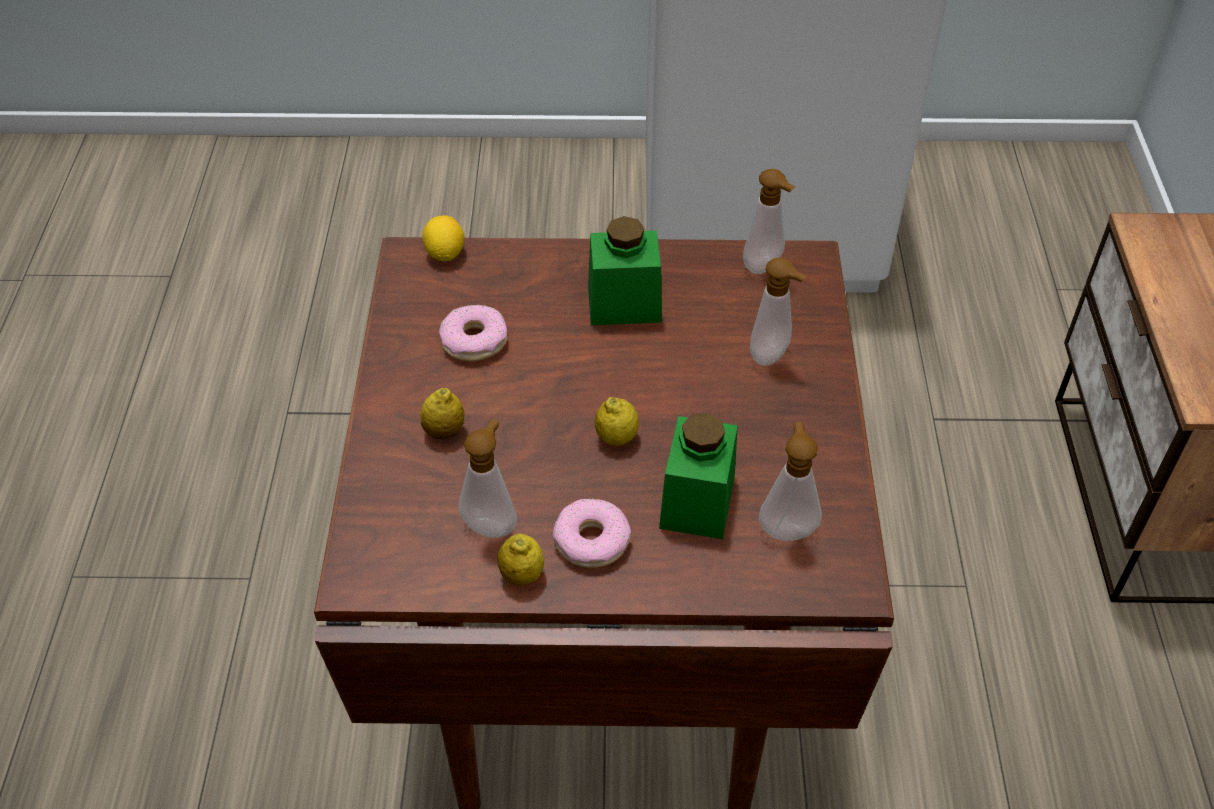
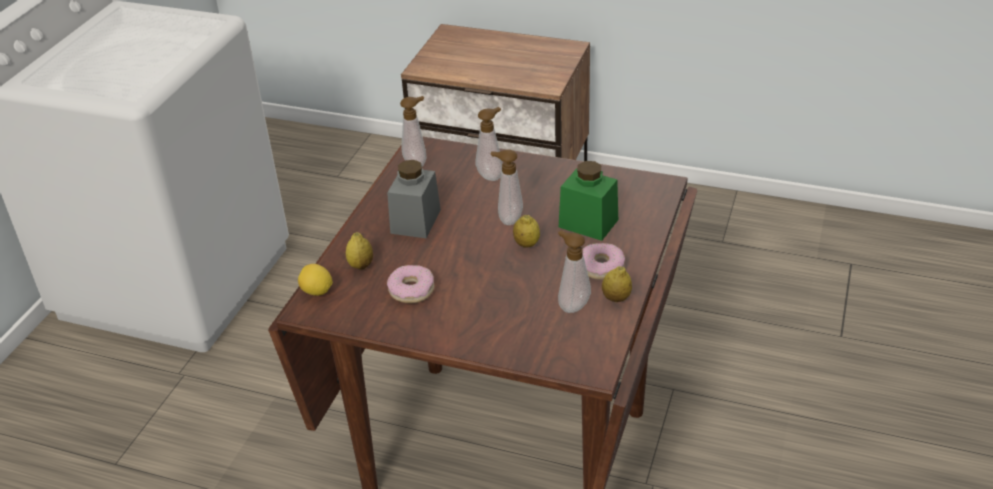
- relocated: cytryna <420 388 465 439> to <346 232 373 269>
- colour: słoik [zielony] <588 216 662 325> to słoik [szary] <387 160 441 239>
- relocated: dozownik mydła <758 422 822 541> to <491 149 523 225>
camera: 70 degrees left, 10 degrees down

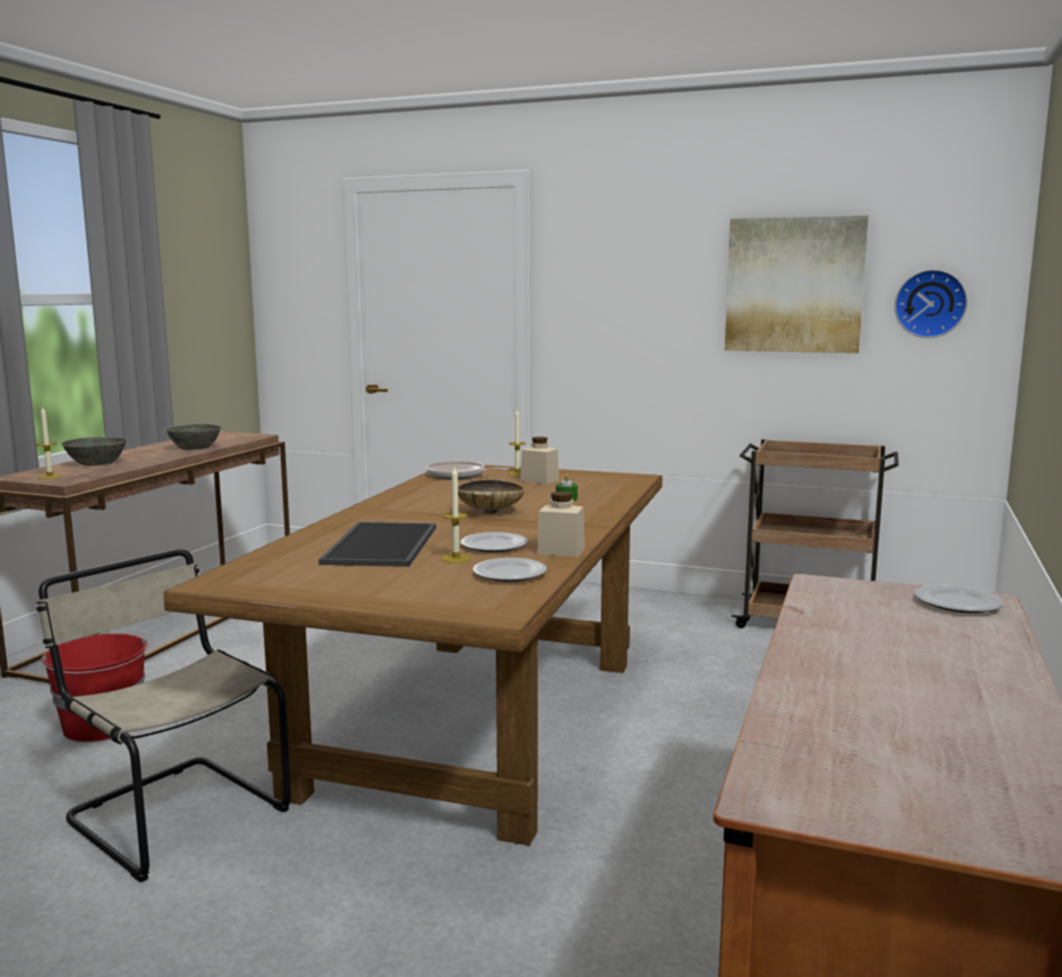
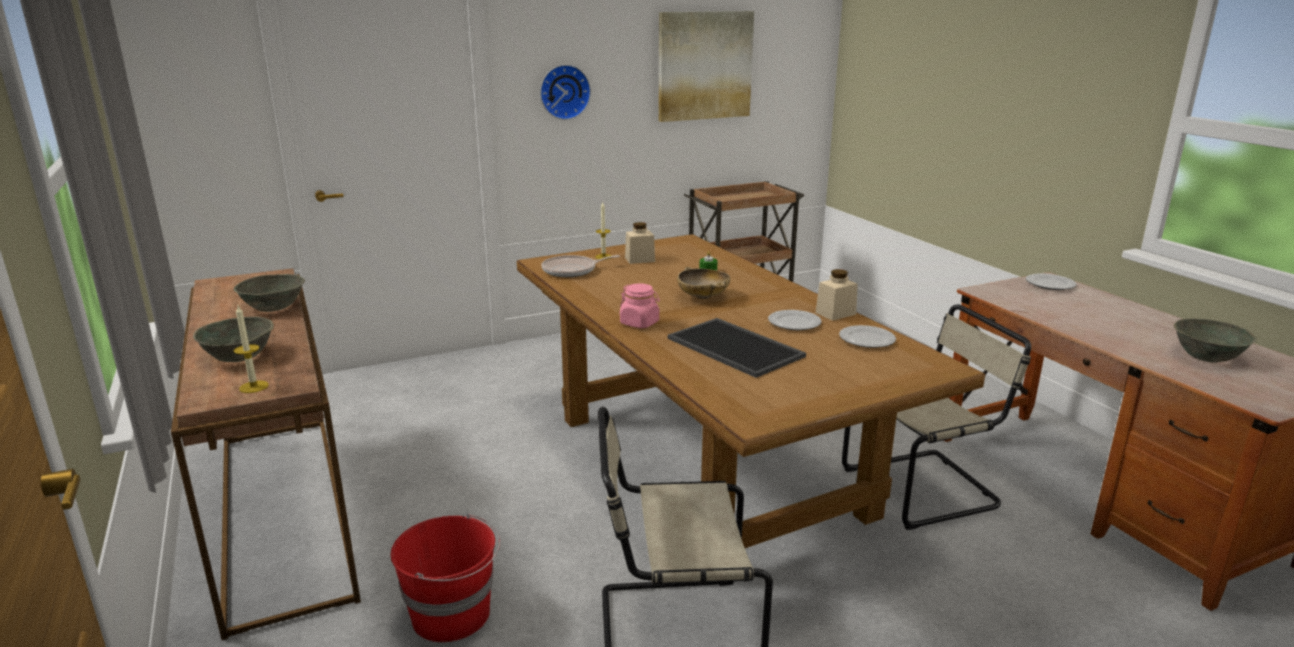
- relocated: zegar ścienny <894 269 968 338> to <540 64 591 120>
- appeared: słoik [różowy] <620 283 660 328>
- appeared: krzesło [beżowy] <842 305 1031 530>
- appeared: miska [szary] <1174 319 1257 363>
- missing: świeca <442 466 471 563>
camera: 45 degrees left, 10 degrees up

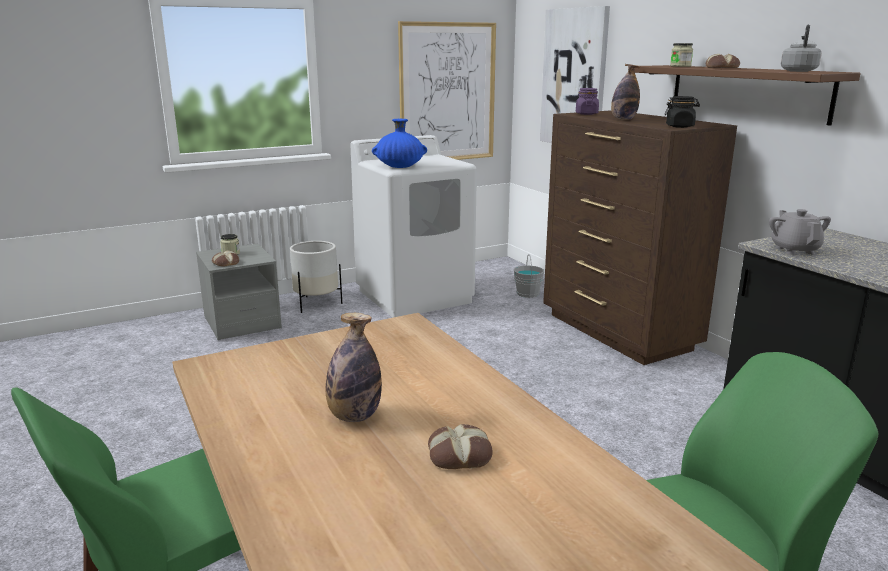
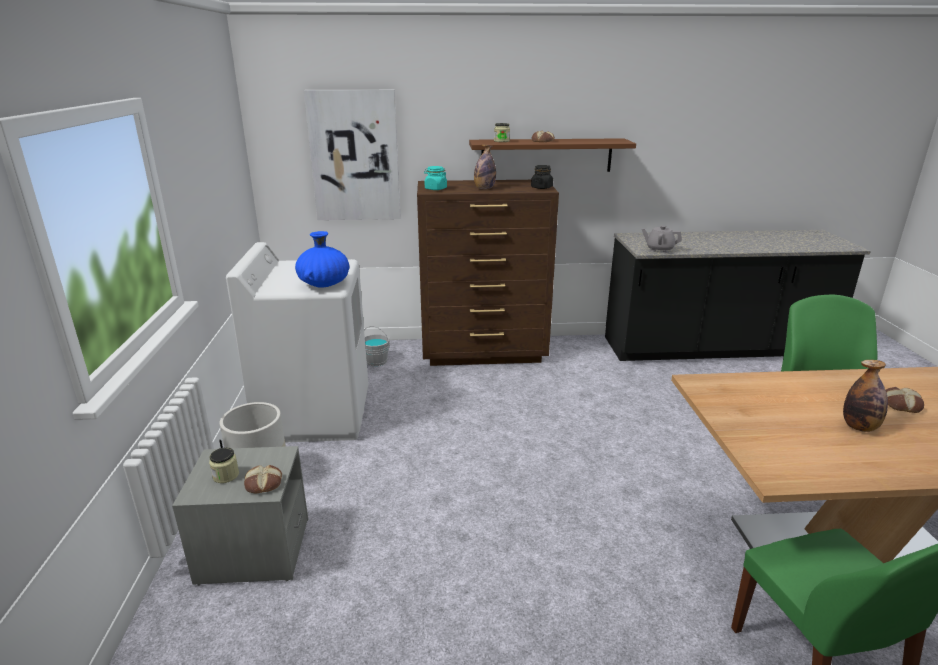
- colour: słoik [fioletowy] <576 88 599 115> to słoik [turkusowy] <424 166 447 190>
- missing: obraz <398 21 496 160>
- missing: czajnik [szary] <781 25 822 72>
camera: 65 degrees left, 5 degrees up

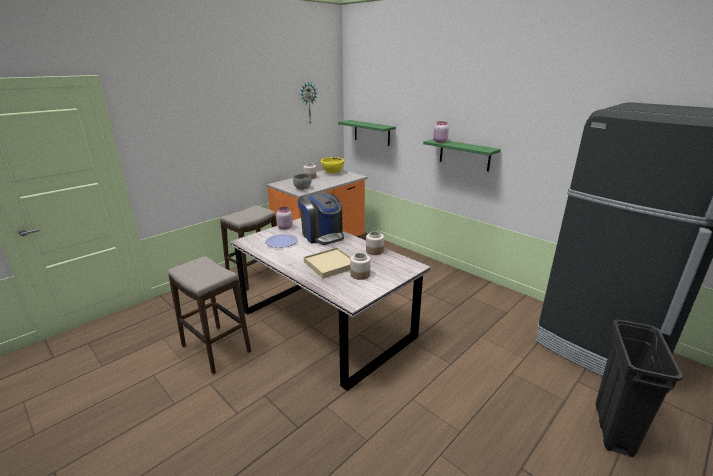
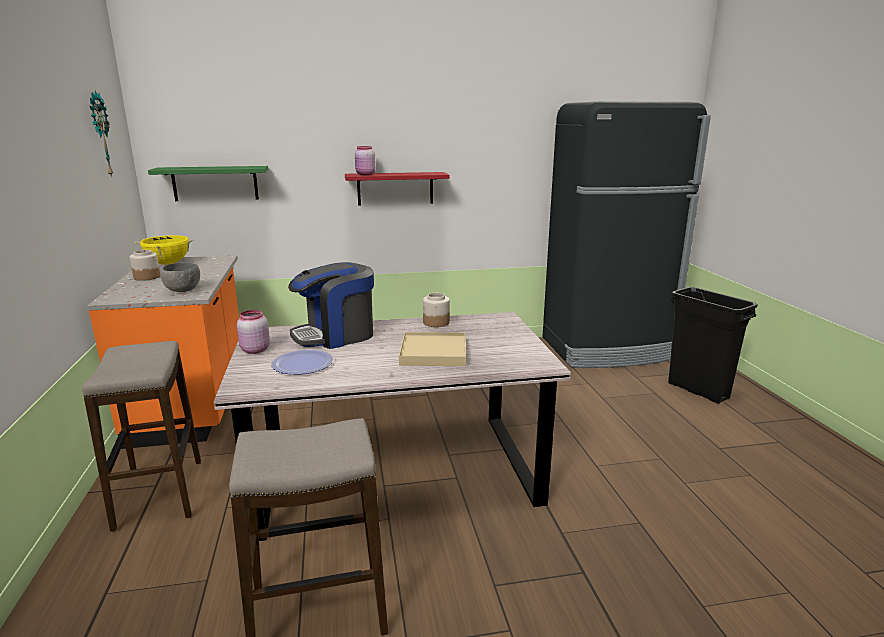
- spun: ekspres do kawy <297 193 344 245> = <288 262 374 349> 150 degrees clockwise
- colour: półka [zielony] <423 139 501 172> to półka [czerwony] <345 172 450 206>
- missing: słoik <350 253 371 280>
camera: 55 degrees left, 5 degrees down

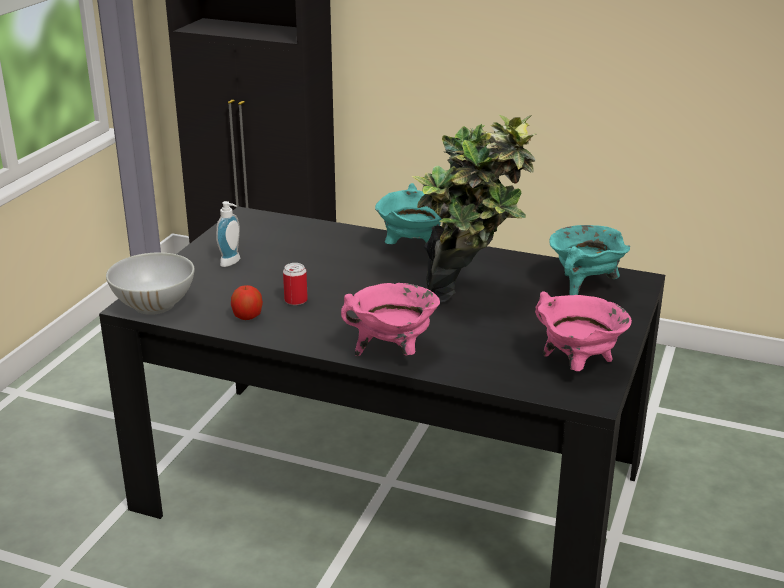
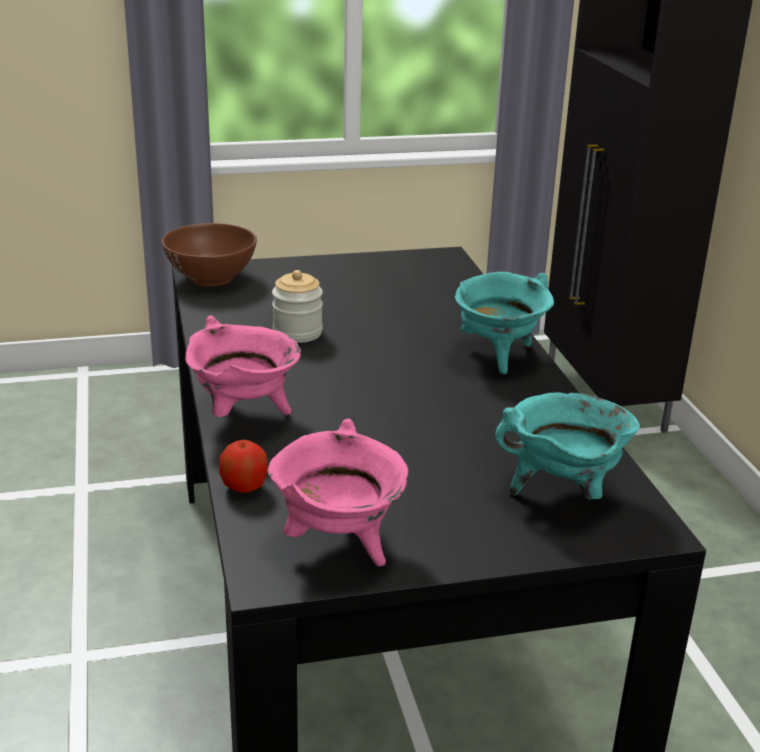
- colour: miska [biały] <106 252 195 315> to miska [brązowy] <161 223 257 287>
- relocated: jabłko <231 285 263 320> to <219 440 268 493>
- exchanged: puszka <283 263 308 305> to słoik <272 270 323 343>
- missing: dozownik mydła <216 201 240 267>
- missing: roślina doniczkowa <412 114 536 303>
camera: 55 degrees right, 0 degrees up

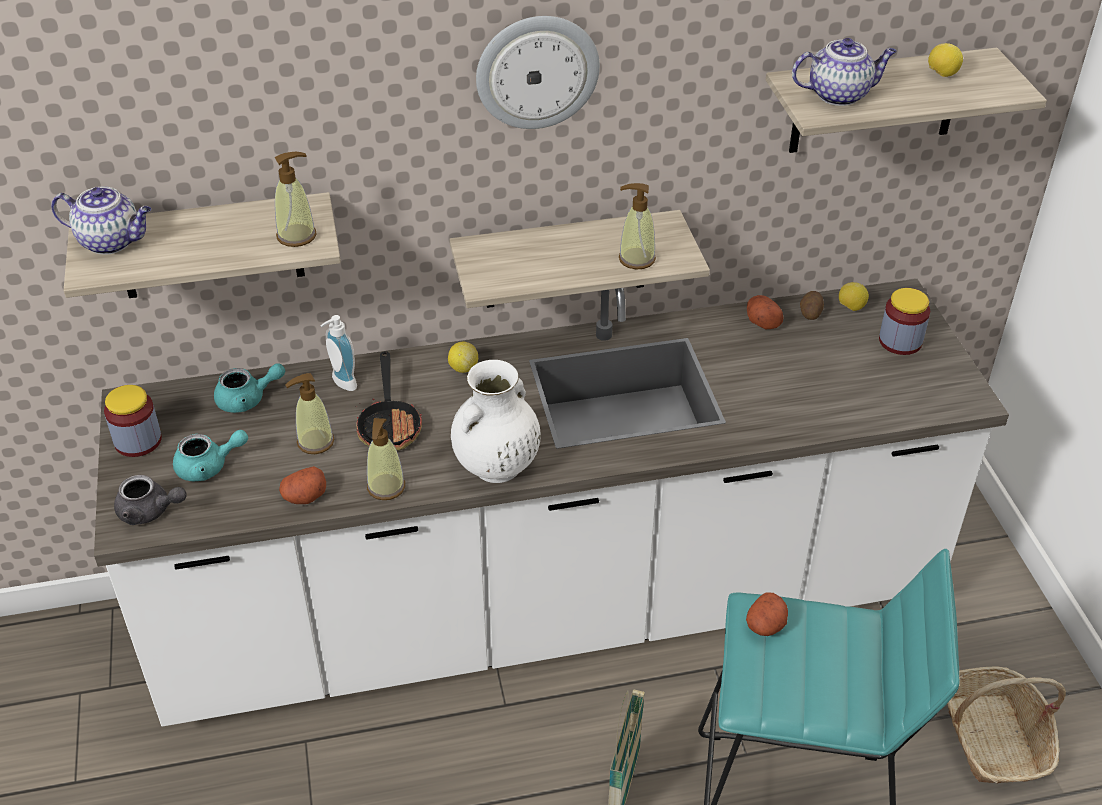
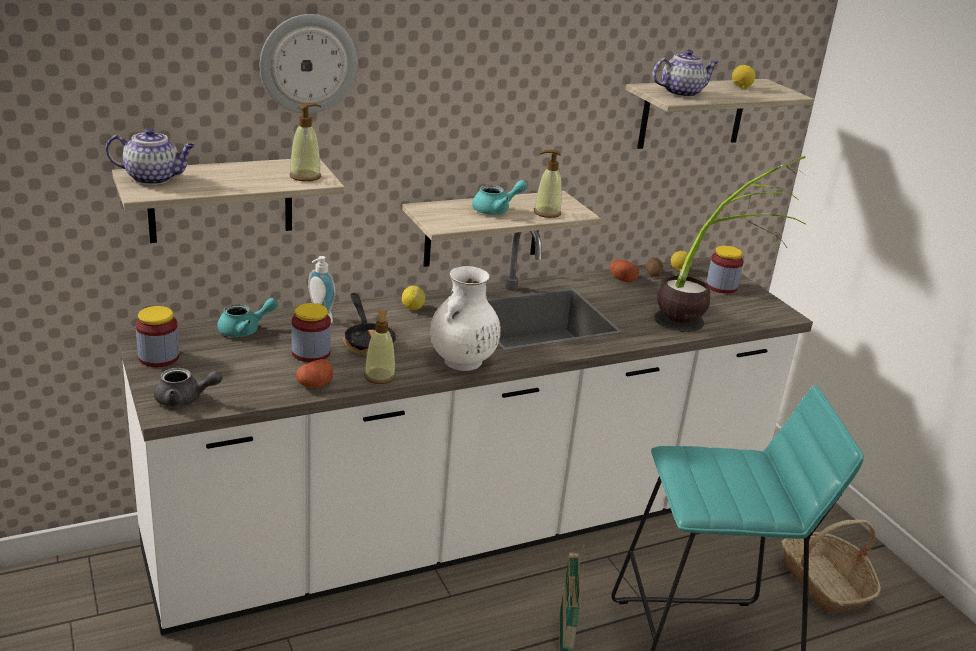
- relocated: zegar ścienny <476 16 600 129> to <260 14 357 113>
- exchanged: dozownik mydła <285 373 334 454> to słoik <292 303 331 362>
- relocated: imbryk [turkusowy] <173 430 248 481> to <472 180 527 215>
- appeared: roślina doniczkowa <654 156 806 332>
- missing: ziemniak <746 592 788 636>
camera: 15 degrees left, 15 degrees down

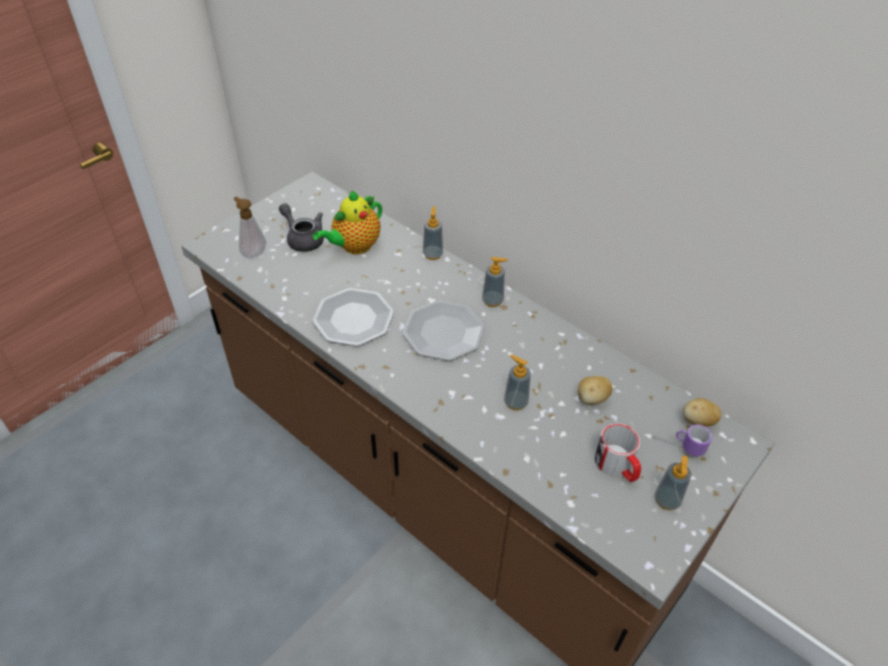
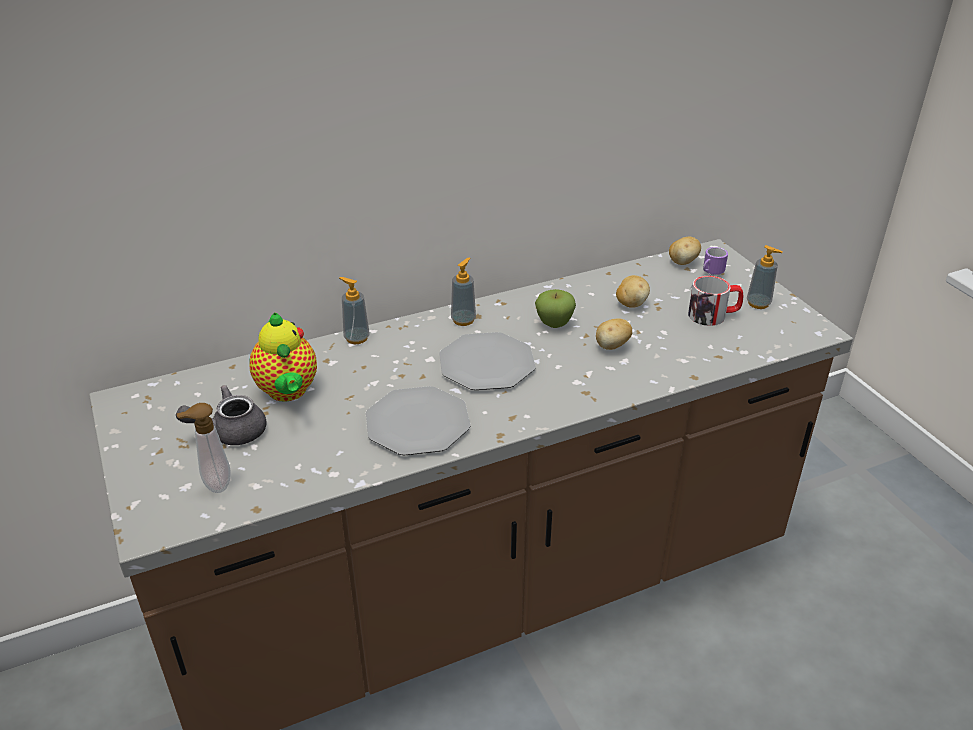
- appeared: jabłko <535 289 576 328>
- exchanged: dozownik mydła <504 355 531 410> to ziemniak <596 318 632 350>
camera: 65 degrees left, 10 degrees down

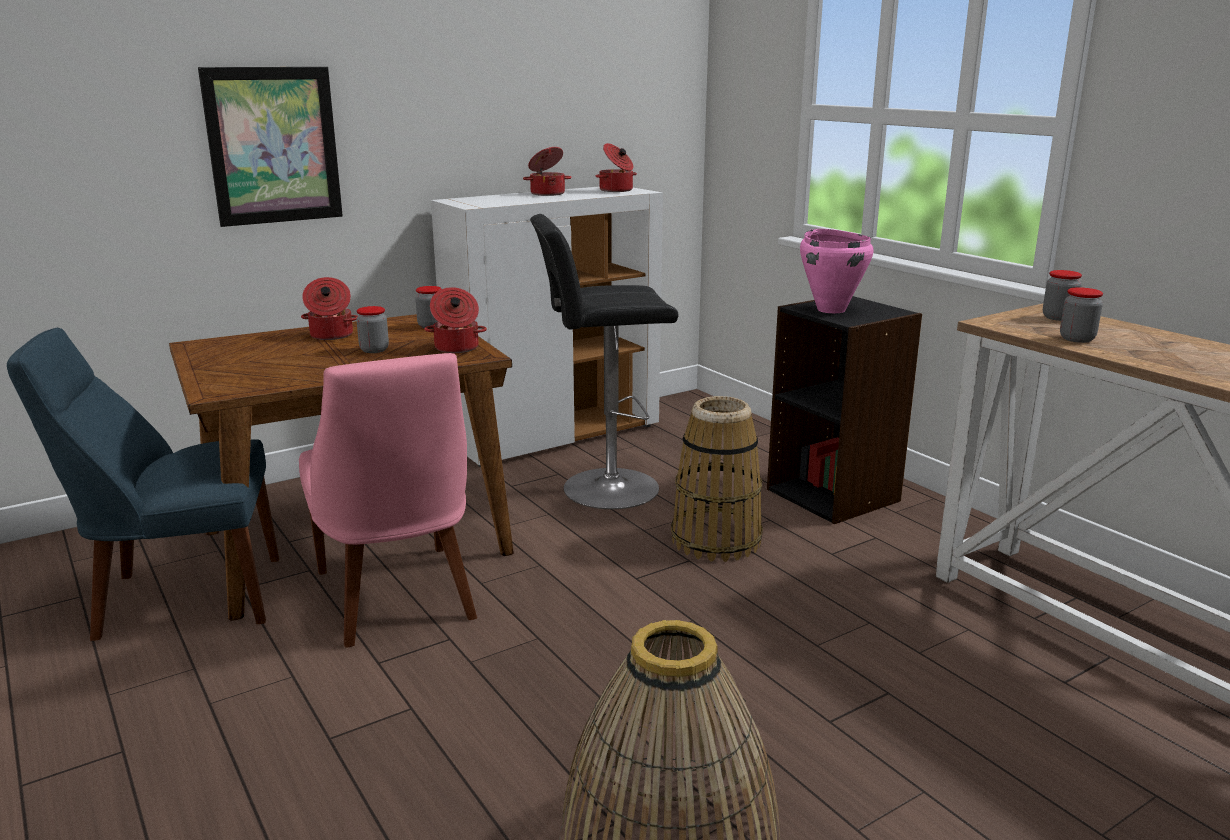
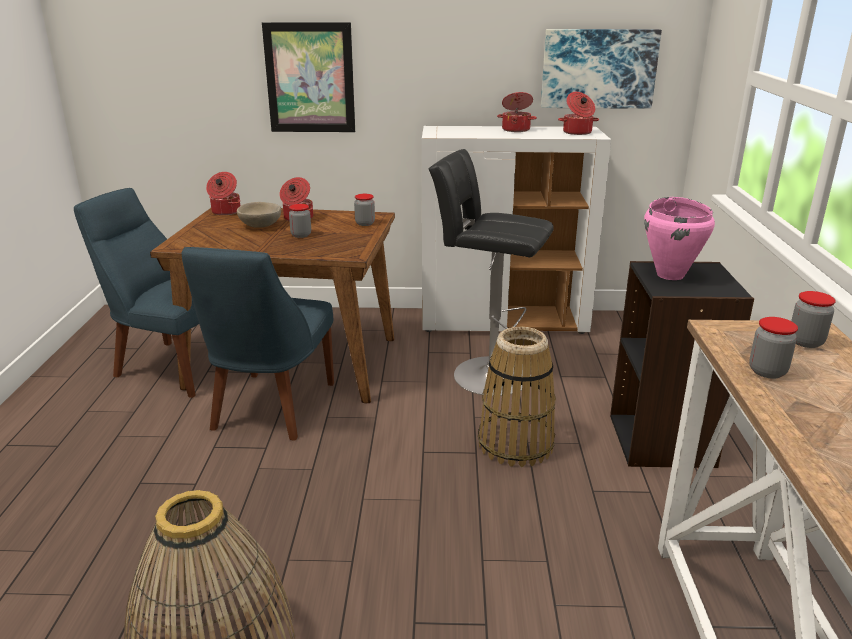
- colour: krzesło [różowy] <299 353 477 648> to krzesło [niebieski] <182 247 334 440>
- relocated: garnek <424 287 487 353> to <206 172 240 215>
- appeared: miska [beżowy] <237 202 281 228>
- appeared: obraz <541 29 662 109>
camera: 35 degrees right, 5 degrees up

